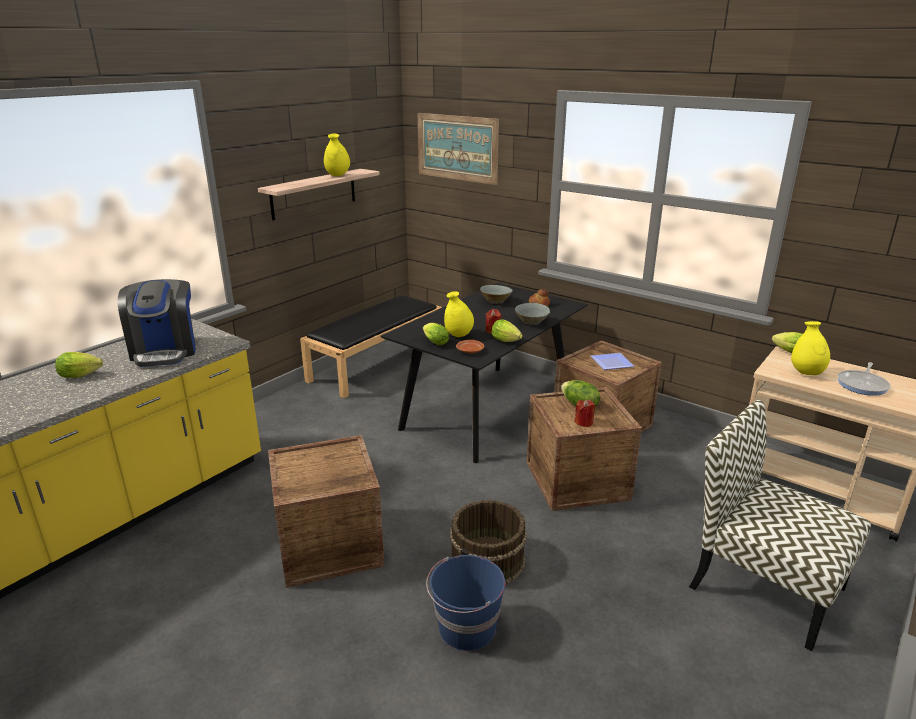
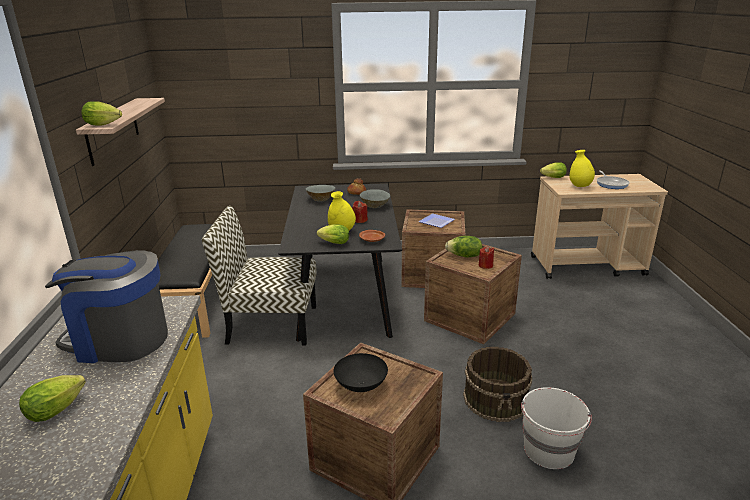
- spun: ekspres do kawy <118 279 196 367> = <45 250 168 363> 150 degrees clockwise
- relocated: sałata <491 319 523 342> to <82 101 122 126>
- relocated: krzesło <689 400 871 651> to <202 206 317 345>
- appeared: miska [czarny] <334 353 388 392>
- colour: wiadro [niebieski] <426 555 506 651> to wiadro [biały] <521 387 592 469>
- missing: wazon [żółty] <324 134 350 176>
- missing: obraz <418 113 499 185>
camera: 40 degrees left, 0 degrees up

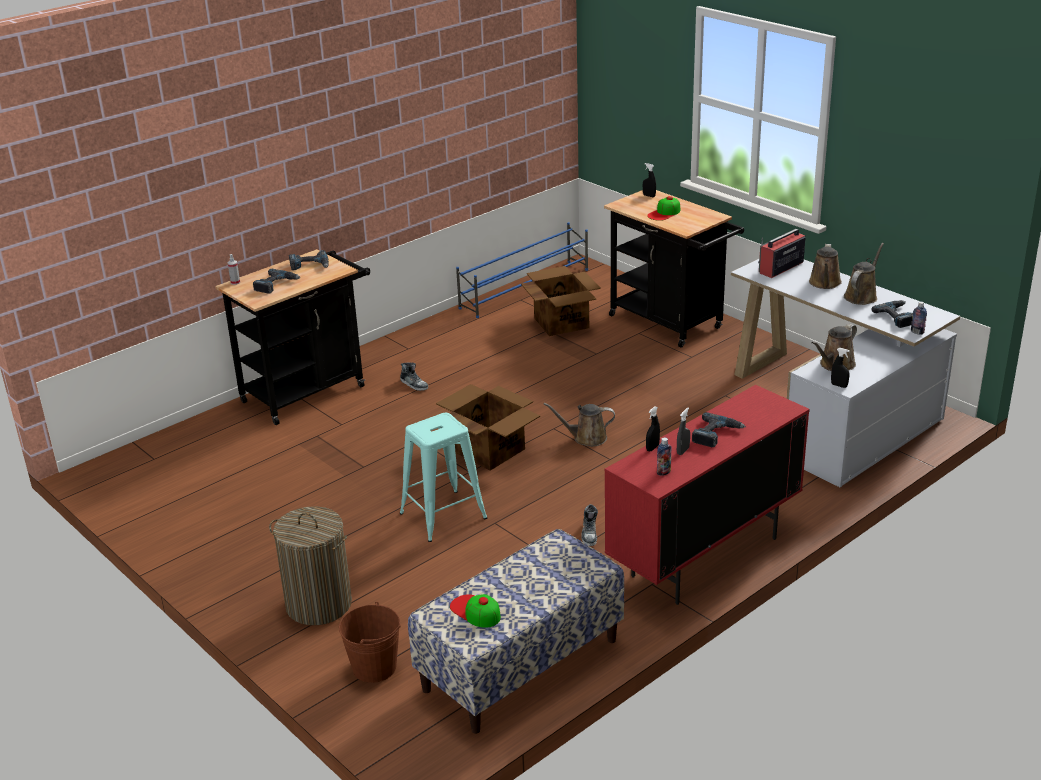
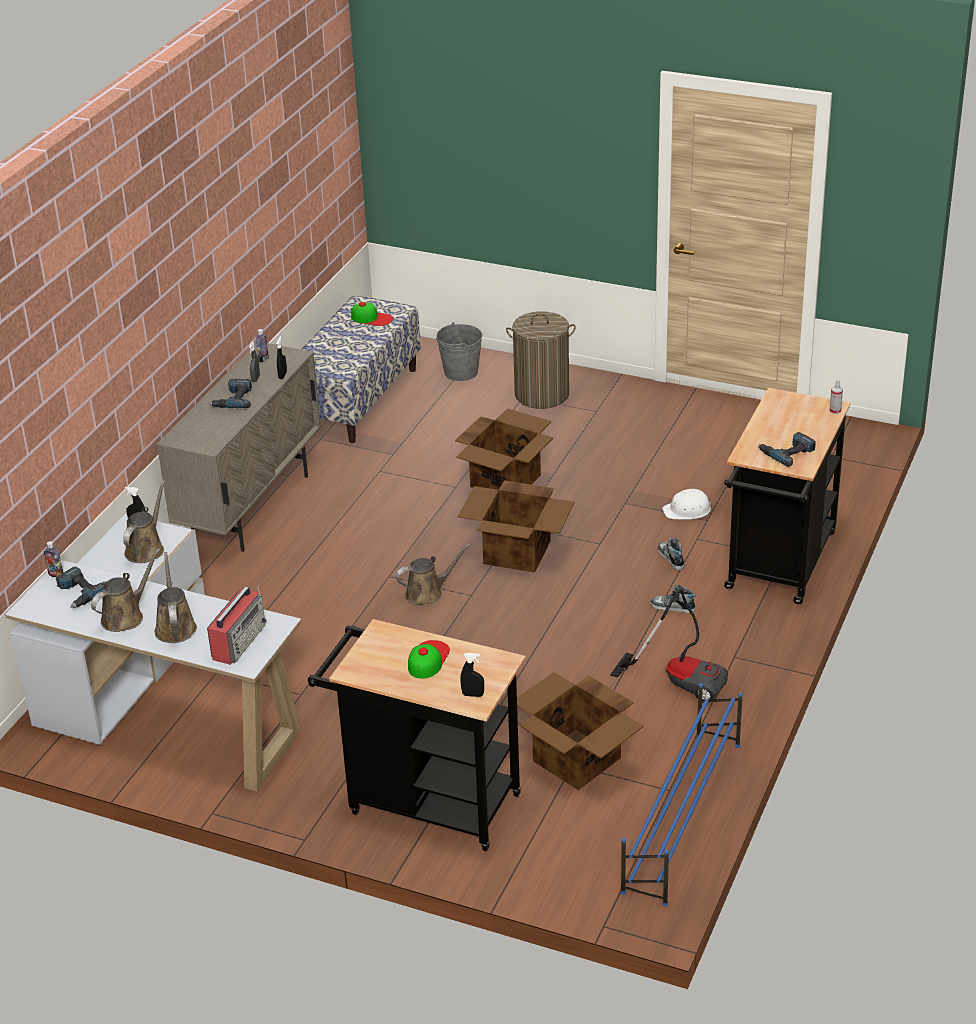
- spun: konewka [brązowy] <844 243 884 305> = <91 548 161 632> 150 degrees counterclockwise
- colour: szafka [czerwony] <605 385 810 605> to szafka [beżowy] <157 343 321 552>
- colour: wiadro [brązowy] <339 602 401 683> to wiadro [szary] <436 322 482 381>
- exchanged: stołek [turkusowy] <400 413 487 542> to karton <455 408 553 490>
- appeared: odkurzacz <610 589 728 703>
- relocated: but <582 504 598 546> to <658 537 684 570>
- appeared: kask [biały] <662 489 712 520>
- missing: wiertarka <253 269 300 294>
camera: 155 degrees right, 5 degrees up

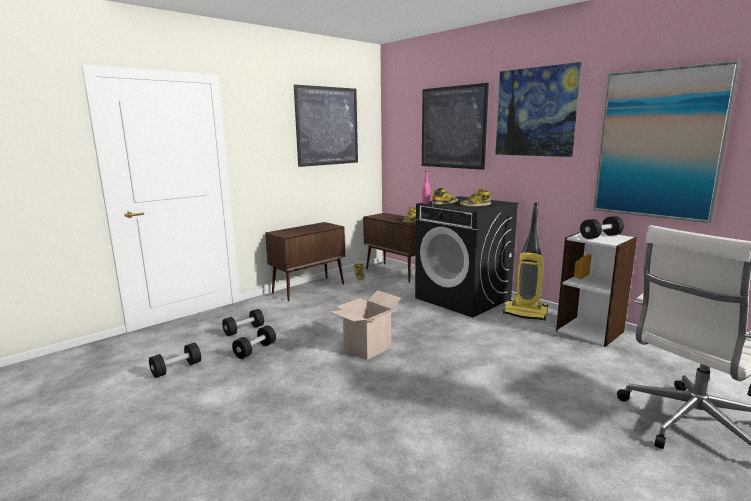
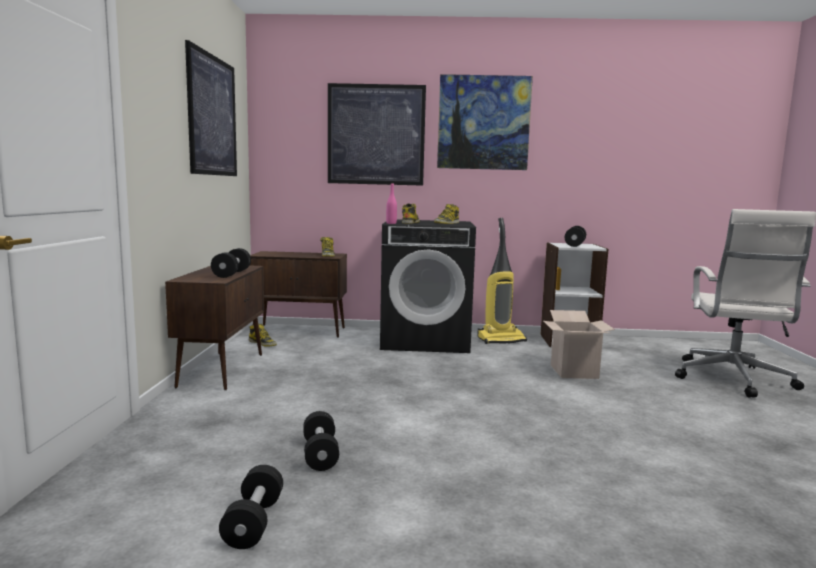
- relocated: hantel [czarny] <222 309 264 336> to <211 248 251 278>
- relocated: karton <330 290 401 360> to <543 310 615 379>
- missing: obraz <593 61 740 223>
camera: 45 degrees left, 5 degrees down

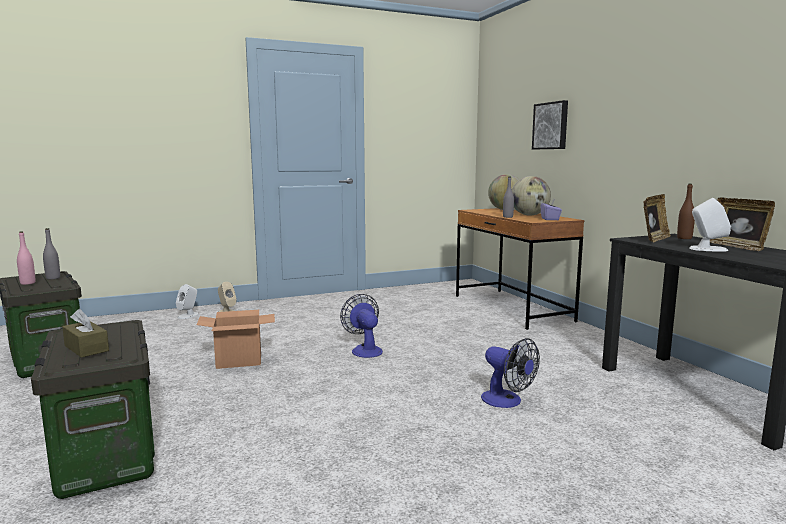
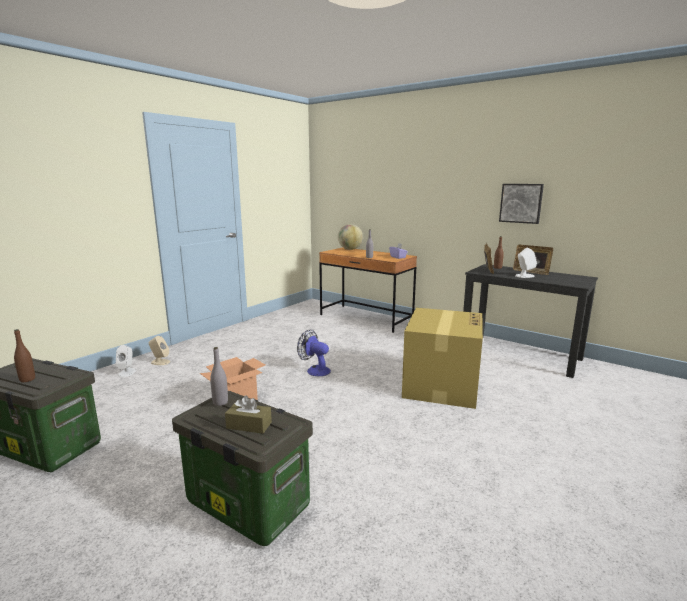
- colour: butelka [różowy] <17 231 36 285> to butelka [brązowy] <14 329 35 382>
- relocated: butelka [szary] <43 228 60 279> to <210 347 228 406>
- exchanged: wentylator <481 338 540 408> to karton <402 308 483 409>
- relocated: obraz <532 100 568 149> to <499 184 544 224>
- missing: globus <512 176 551 216>
camera: 30 degrees left, 5 degrees up

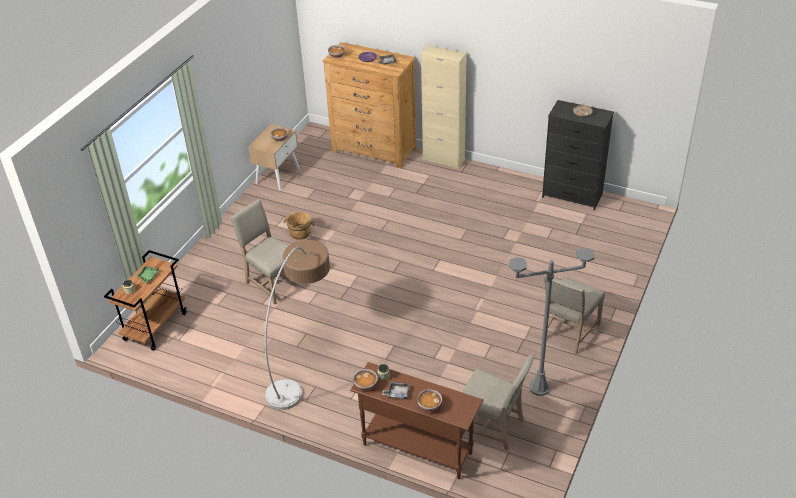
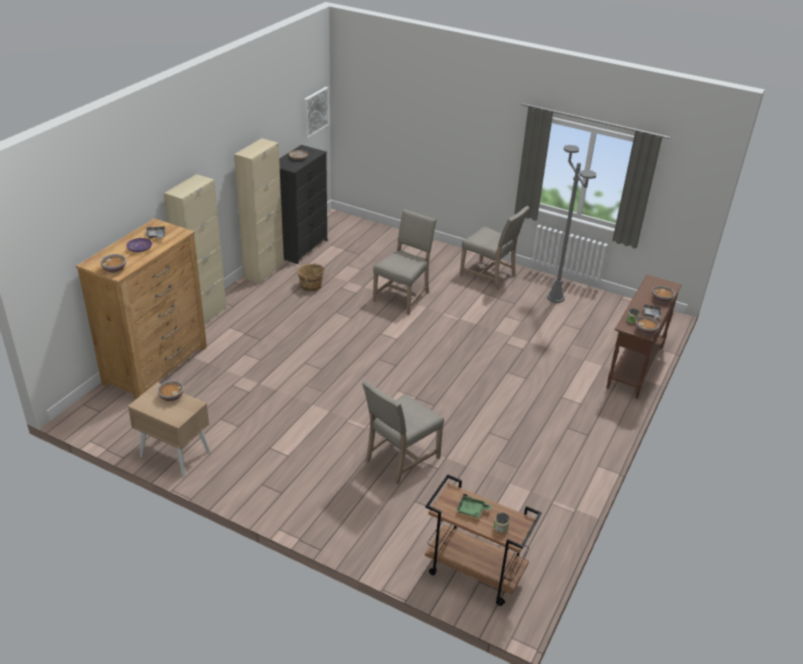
- appeared: szafka [beżowy] <234 138 284 284>
- relocated: wiadro [brązowy] <284 212 315 240> to <298 263 325 292>
- appeared: obraz <304 87 329 138>
- relocated: krzesło [beżowy] <462 354 535 451> to <373 209 437 315>
- missing: lampa stojąca <265 240 330 410>
camera: 90 degrees left, 5 degrees down

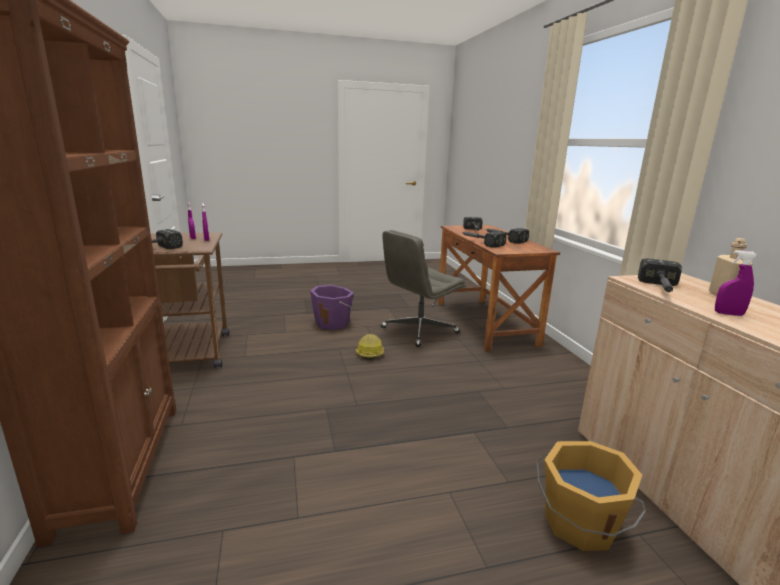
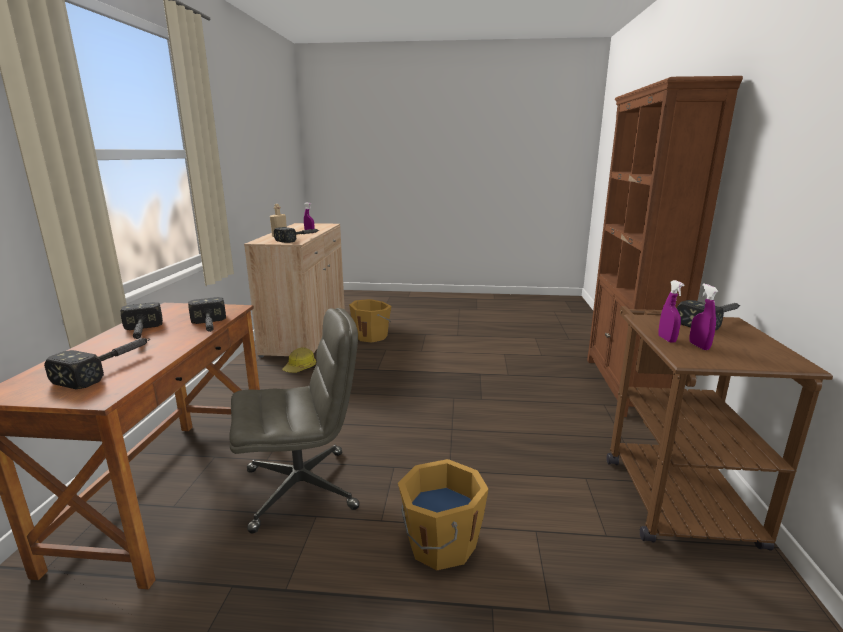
- relocated: kask <356 334 384 360> to <283 347 316 373>
- colour: wiadro [fioletowy] <310 285 354 330> to wiadro [pomarańczowy] <398 459 489 570>
camera: 160 degrees left, 0 degrees up

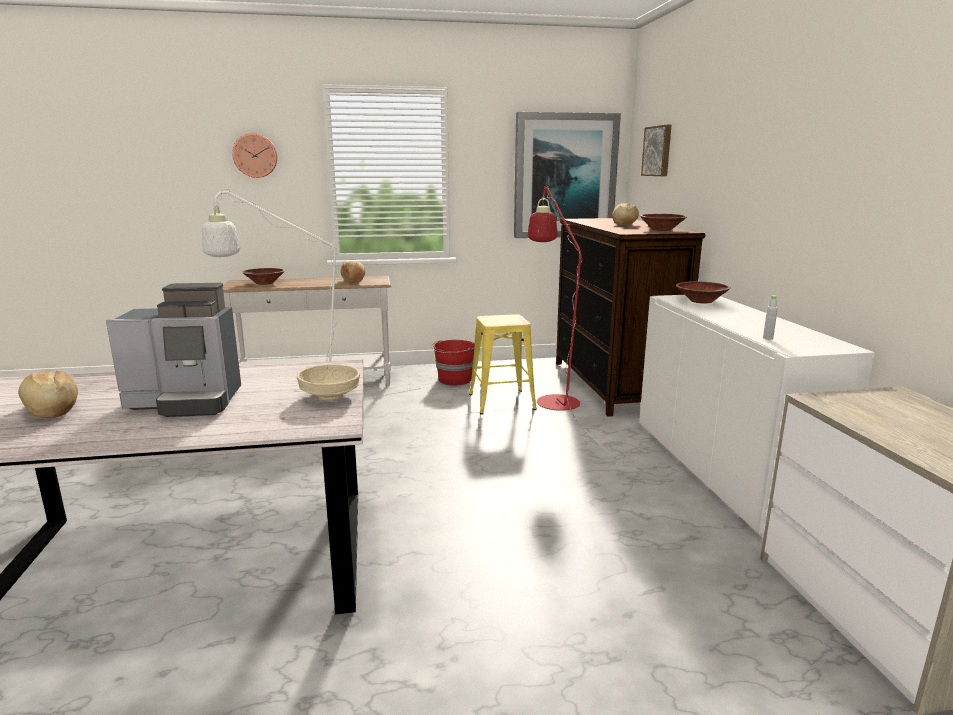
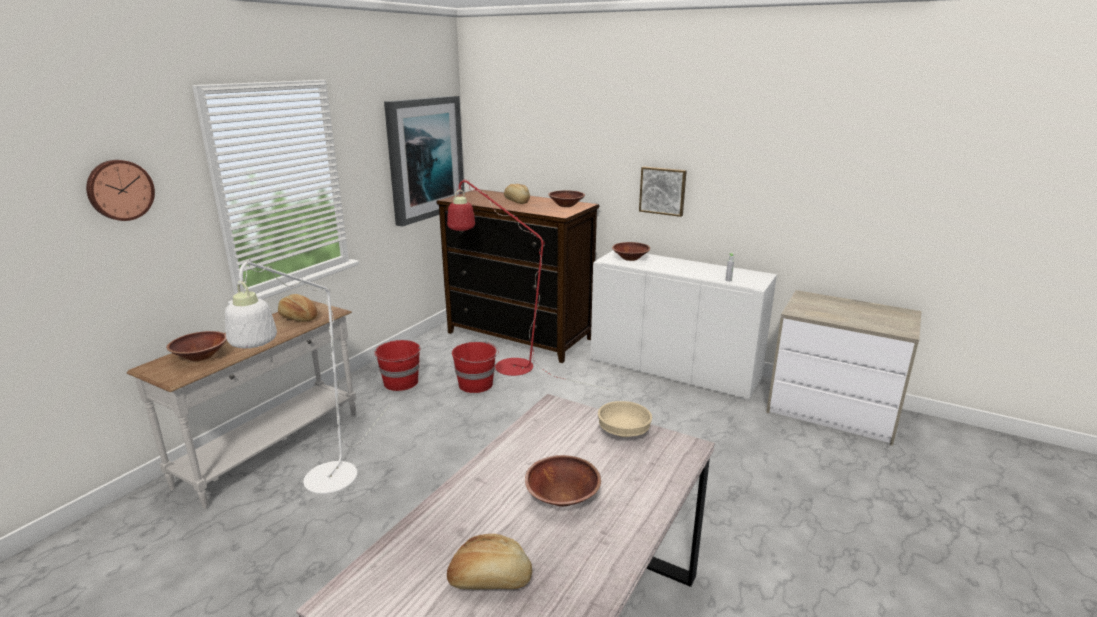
- exchanged: stołek [żółty] <469 314 537 415> to wiadro [czerwony] <452 342 499 393>
- exchanged: ekspres do kawy <106 283 241 417> to miska [brązowy] <525 455 601 507>
- relocated: obraz <641 125 671 176> to <639 166 687 217>
camera: 50 degrees left, 5 degrees up

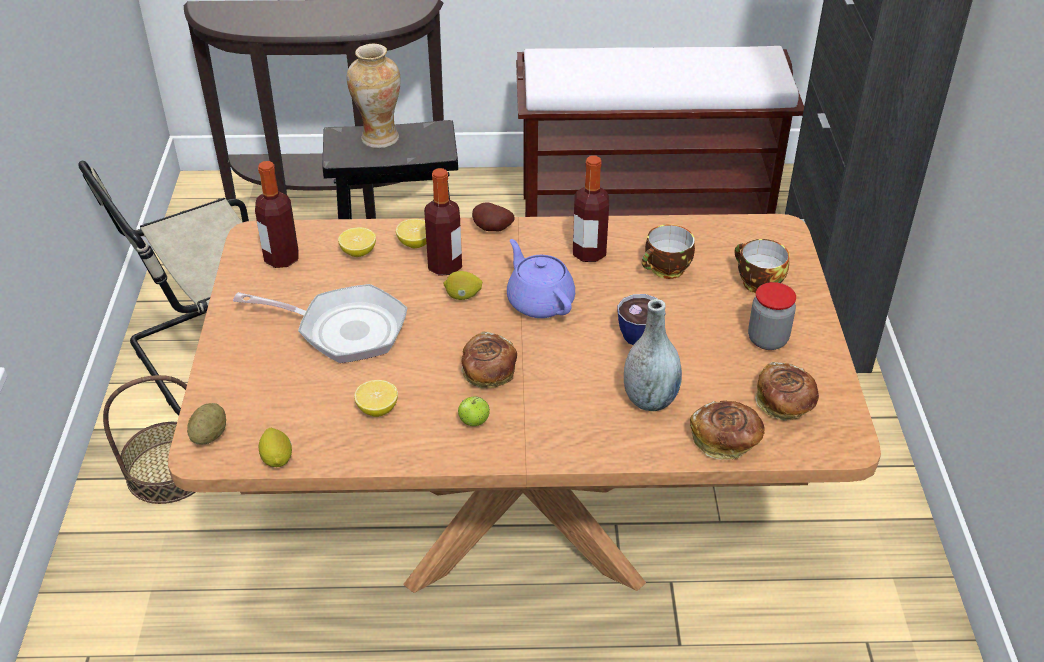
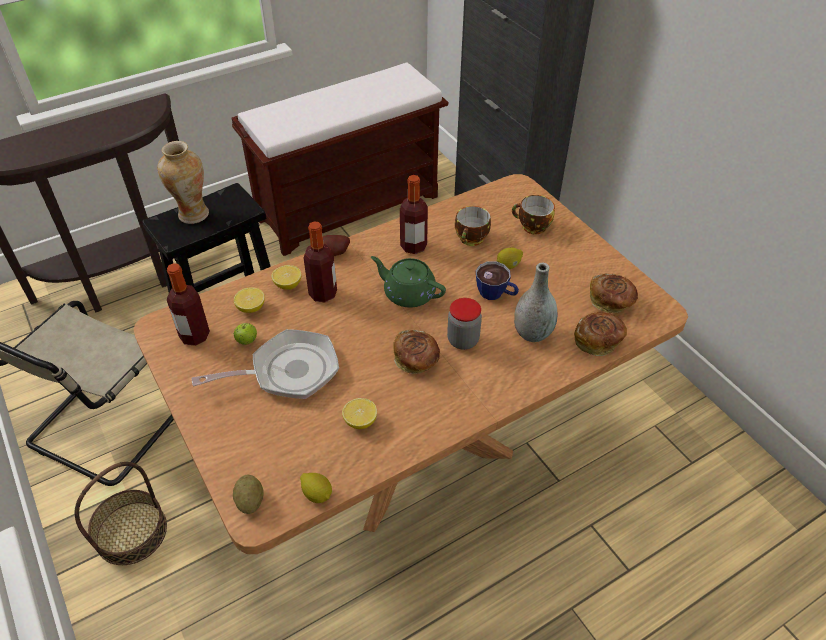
- relocated: jabłko <458 397 490 426> to <234 323 257 345>
- colour: imbryk [fioletowy] <507 239 575 318> to imbryk [zielony] <371 256 446 308>
- relocated: słoik <748 282 796 350> to <447 298 482 350>
- relocated: cytryna <443 271 482 300> to <497 248 523 269>
camera: 30 degrees left, 5 degrees up

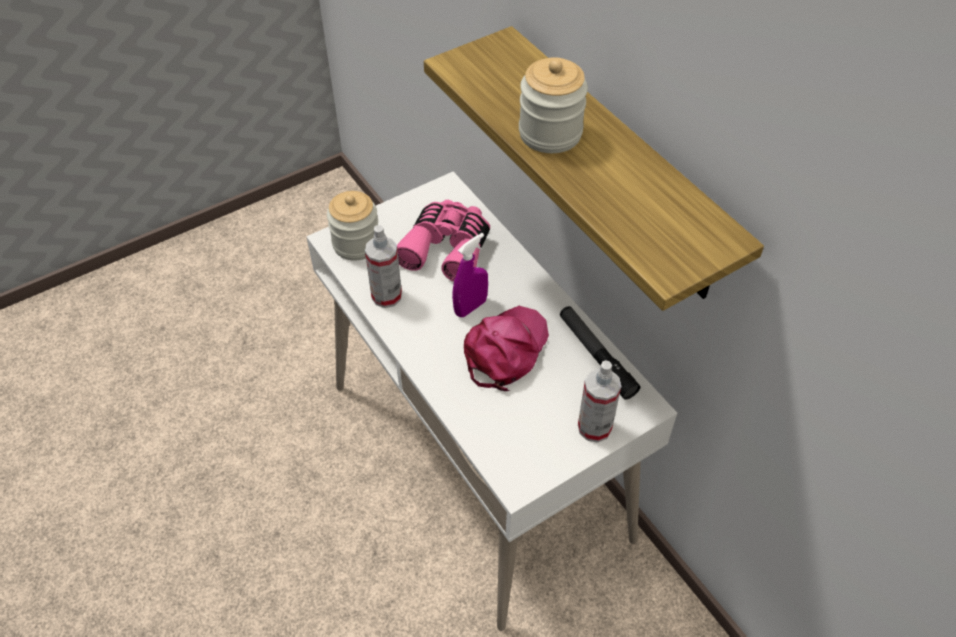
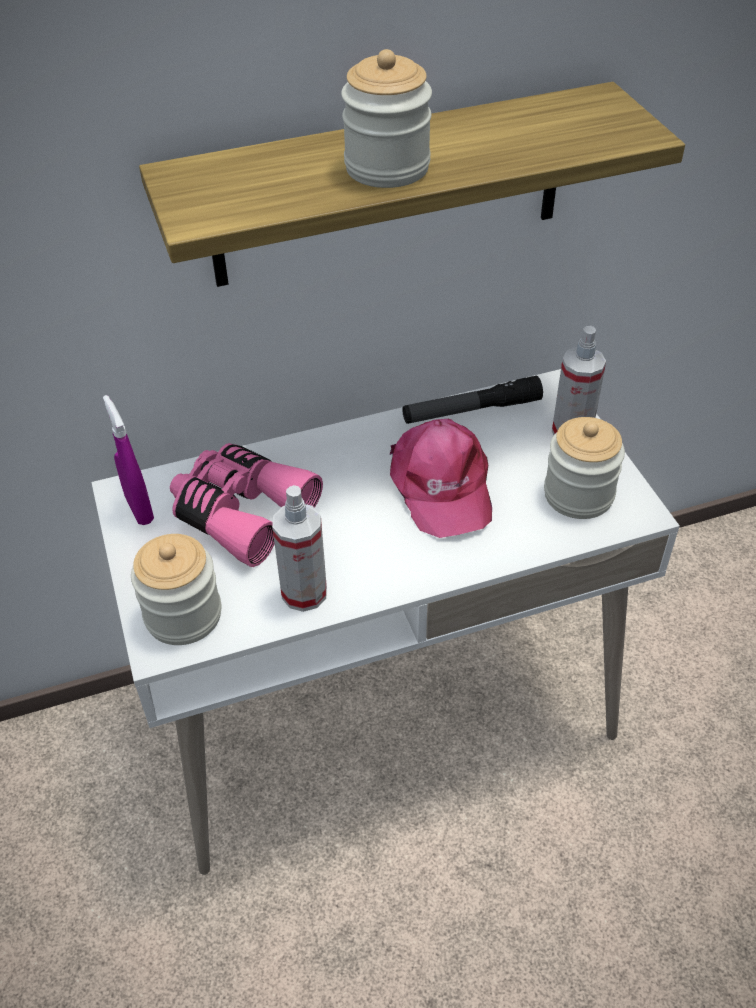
- relocated: spryskiwacz [fioletowy] <452 233 488 317> to <103 395 154 525>
- spun: czapka z daszkiem [różowy] <464 306 549 391> = <390 419 492 538> 150 degrees counterclockwise
- appeared: słoik <544 417 625 519>
camera: 75 degrees left, 5 degrees down

